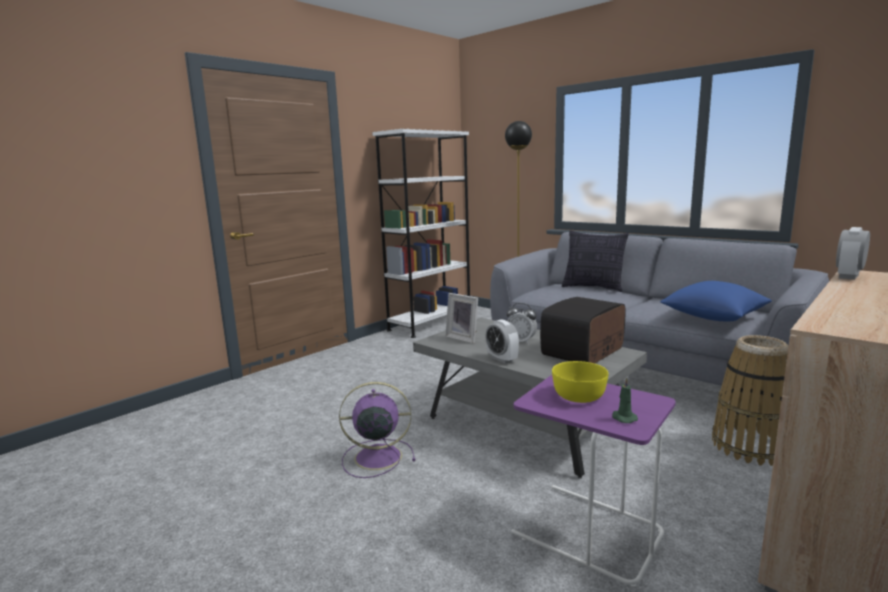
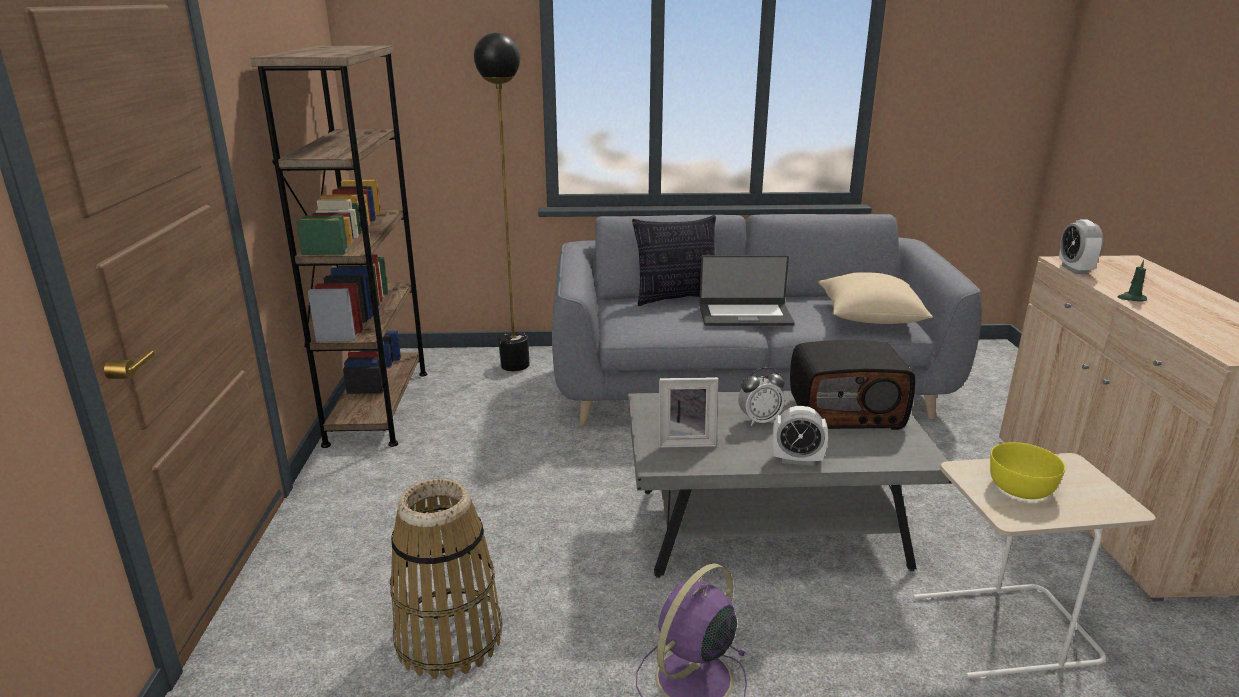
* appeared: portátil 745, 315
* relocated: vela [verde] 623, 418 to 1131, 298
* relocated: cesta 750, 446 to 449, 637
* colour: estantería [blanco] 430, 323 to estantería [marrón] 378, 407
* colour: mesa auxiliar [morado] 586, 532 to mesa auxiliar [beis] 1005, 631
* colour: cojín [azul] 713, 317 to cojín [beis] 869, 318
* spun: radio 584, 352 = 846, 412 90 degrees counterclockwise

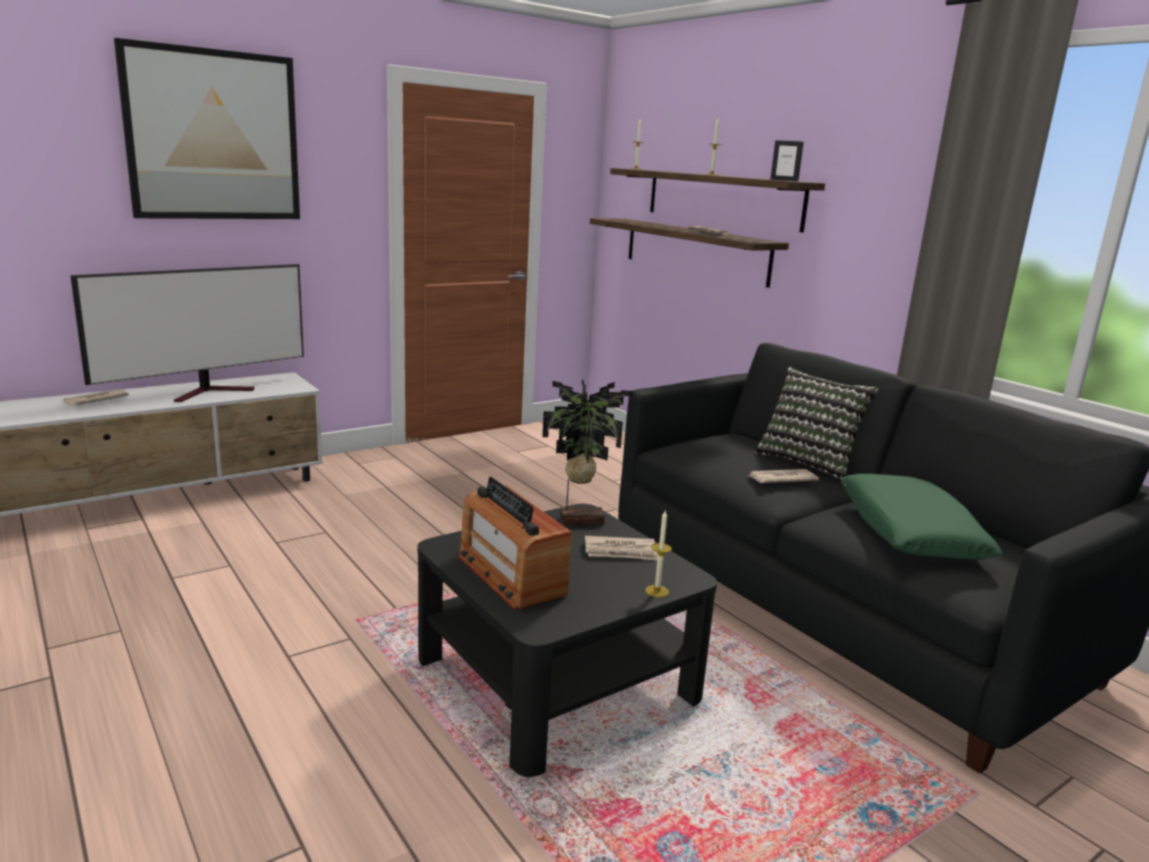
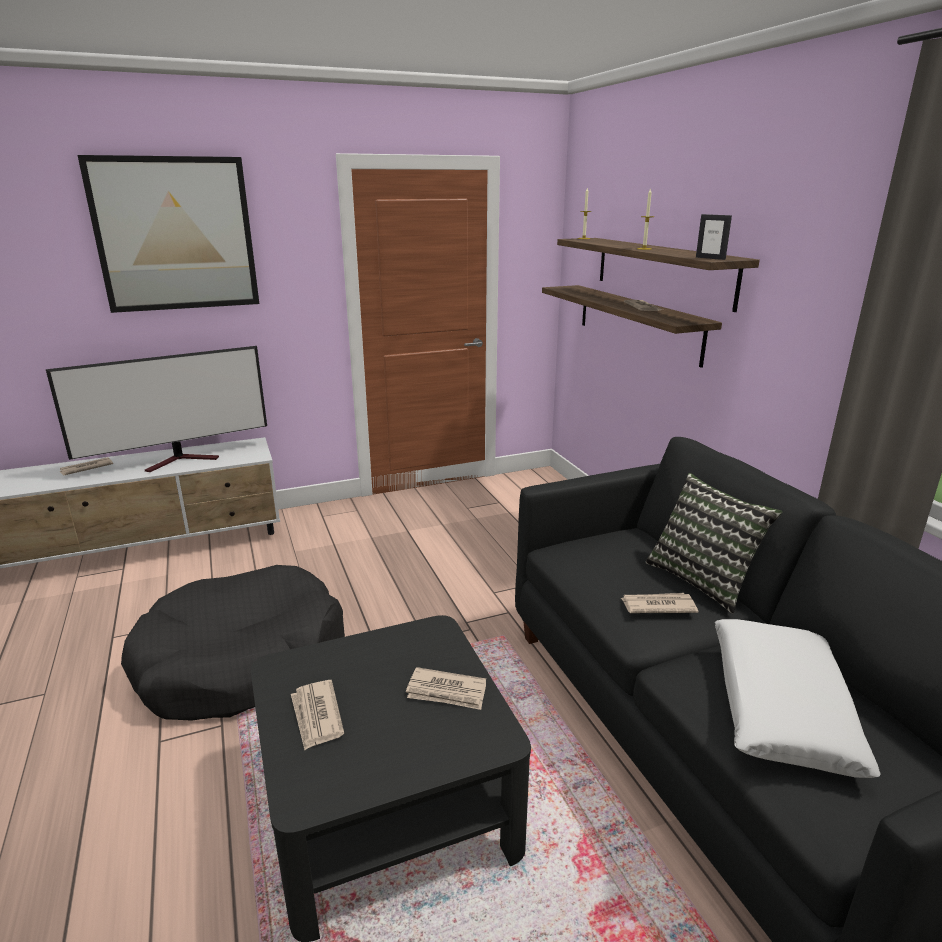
* missing: planta en maceta 580, 519
* missing: vela 657, 591
* appeared: cama para perro [negro] 242, 661
* exchanged: radio 510, 575 to periódico 316, 716
* colour: cojín [verde] 909, 532 to cojín [blanco] 780, 707

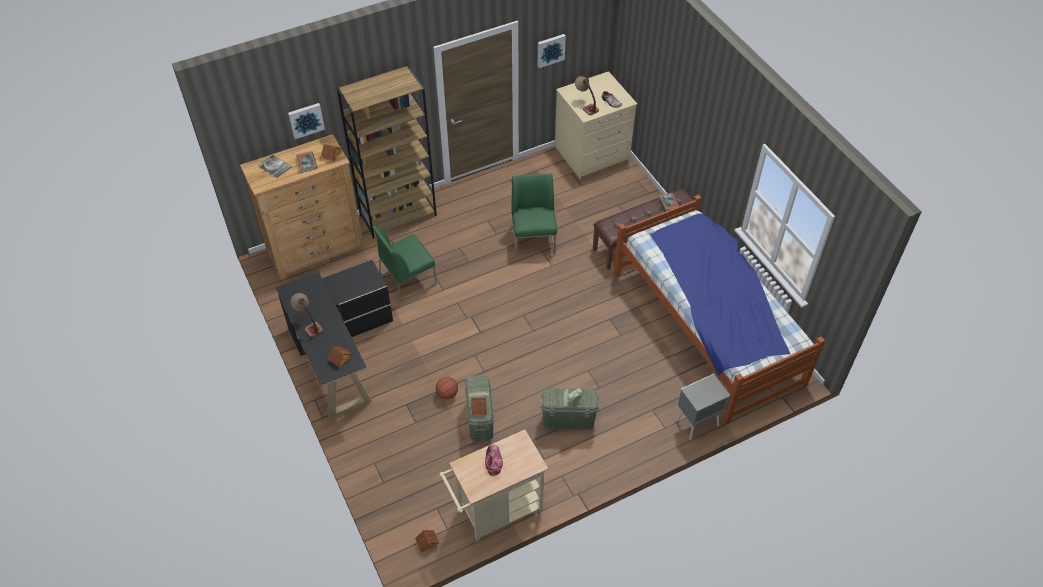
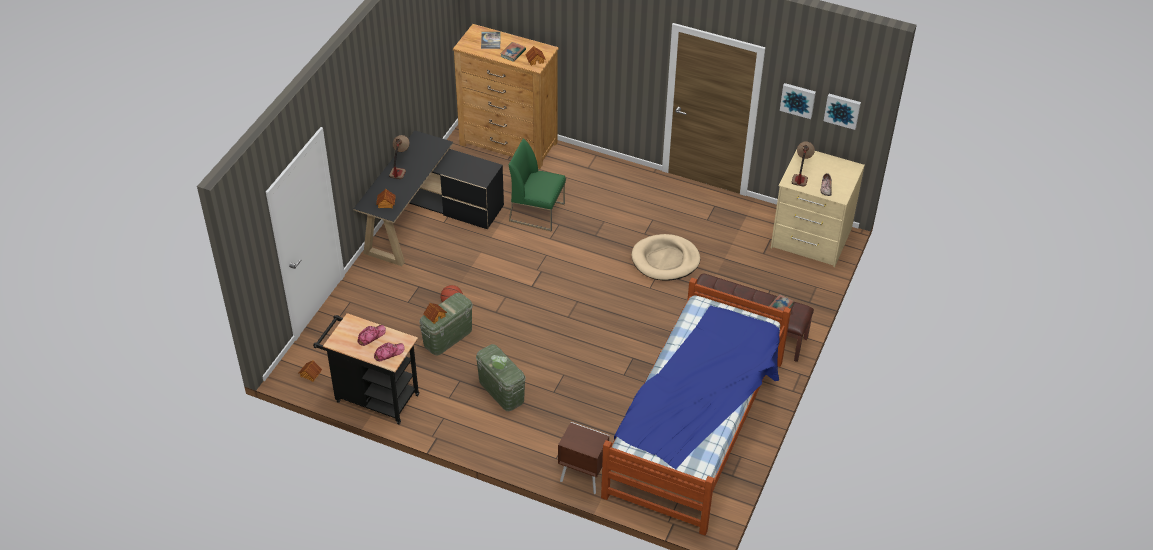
* missing: estantería [marrón] 398, 215
* appeared: gorra 389, 353
* relocated: cuadro 306, 120 to 842, 110
* exchanged: silla [verde] 534, 239 to cama para perro [beis] 665, 260
* colour: carrito [beis] 495, 512 to carrito [negro] 372, 397
* colour: mesita de noche [gris] 696, 423 to mesita de noche [marrón] 582, 477

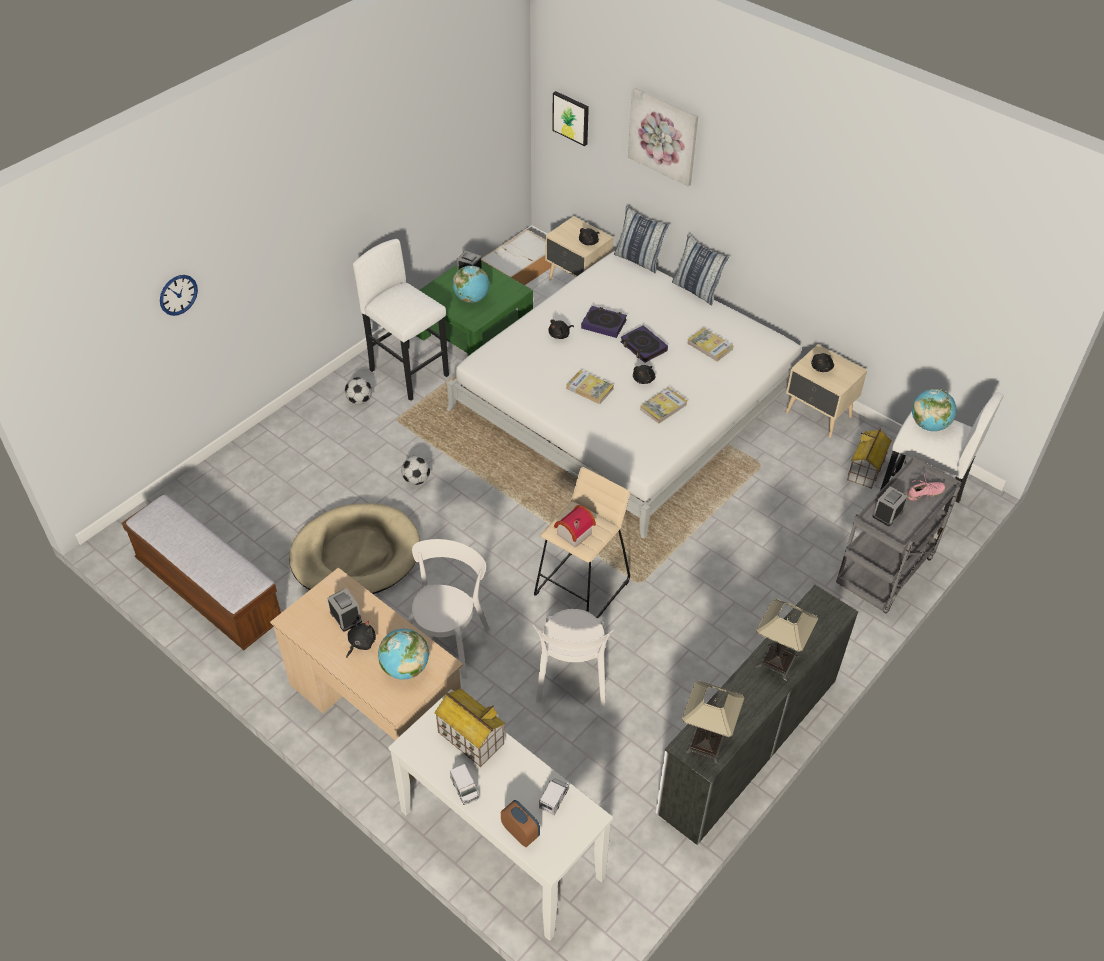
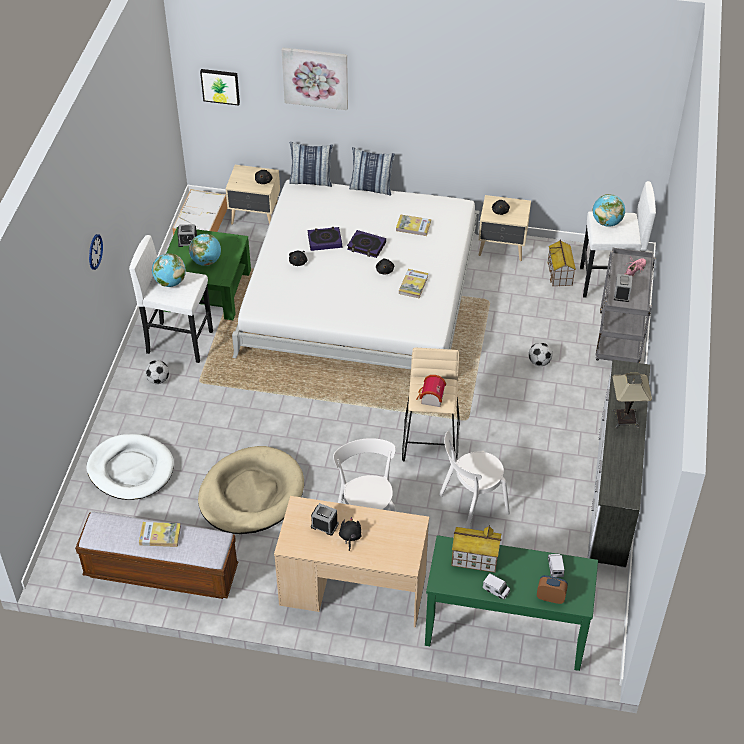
* missing: lámpara de mesa 706, 744
* appeared: cama para perro [blanco] 131, 469
* relocated: reloj de pared 178, 295 to 95, 251
* relocated: globo terráqueo 405, 668 to 170, 282
* relocated: balón de fútbol 416, 479 to 539, 362
* relocated: libro 589, 389 to 160, 535
* colour: mesa consola [blanco] 500, 844 to mesa consola [verde] 505, 631
* spun: silla [blanco] 571, 679 = 471, 505 90 degrees clockwise

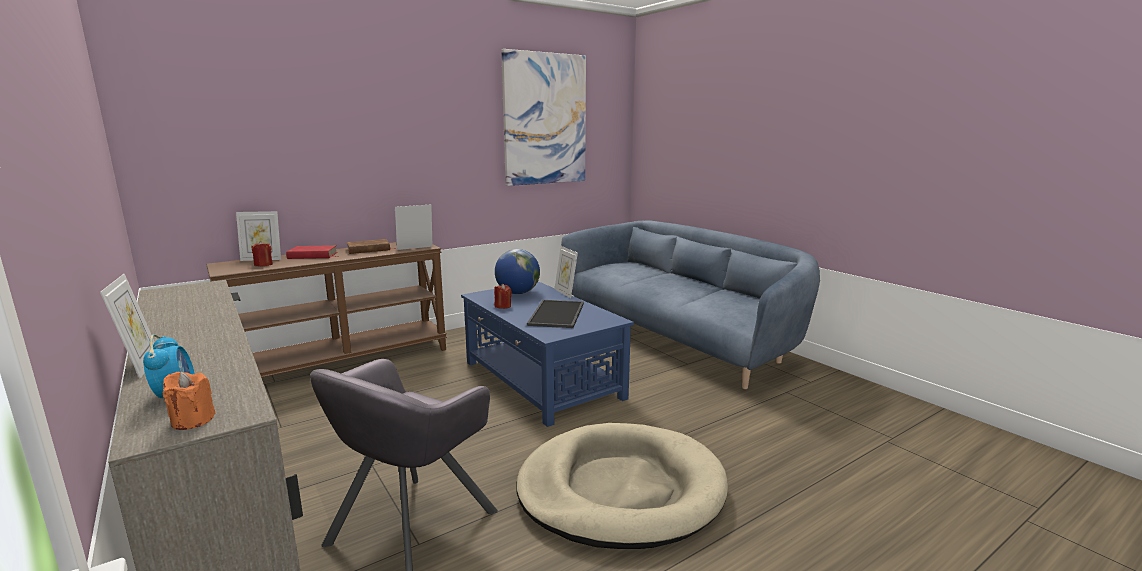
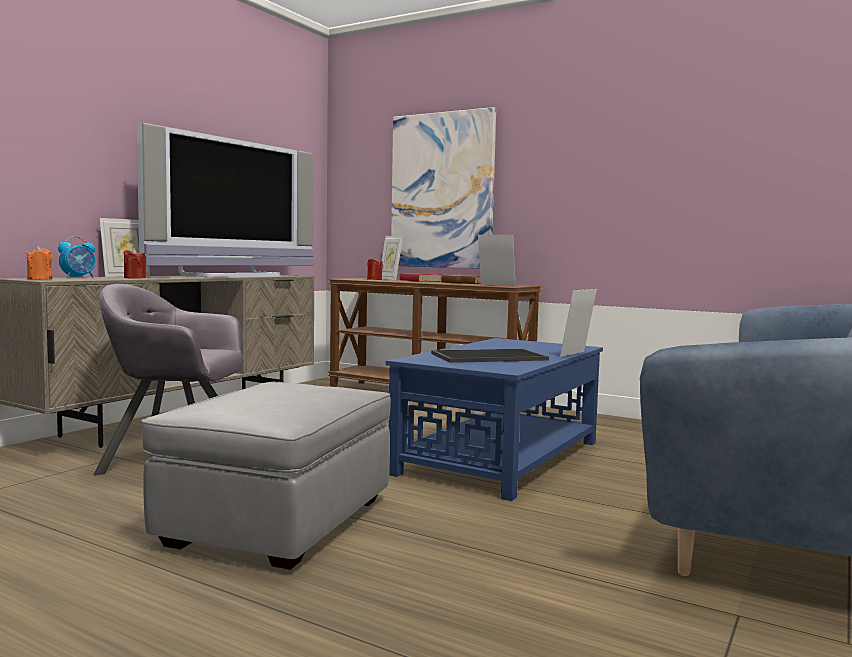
* missing: globo terráqueo 518, 293
* appeared: televisor 235, 276
* relocated: vela [rojo] 503, 306 to 134, 278
* relocated: cuadro 545, 119 to 442, 191
* exchanged: cama para perro [beis] 620, 490 to puf [gris] 278, 521

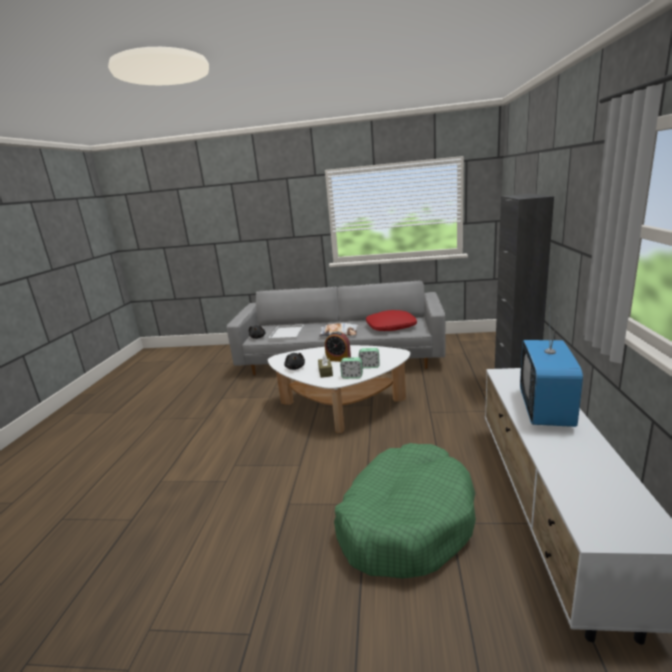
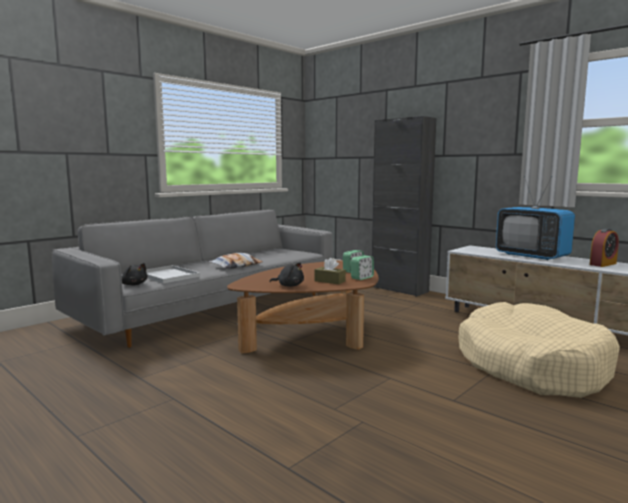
* missing: cojín [rojo] 391, 326
* relocated: despertador 338, 359 to 603, 264
* colour: mesa de centro [blanco] 341, 407 to mesa de centro [marrón] 314, 335
* colour: cama para perro [verde] 405, 521 to cama para perro [beis] 531, 366

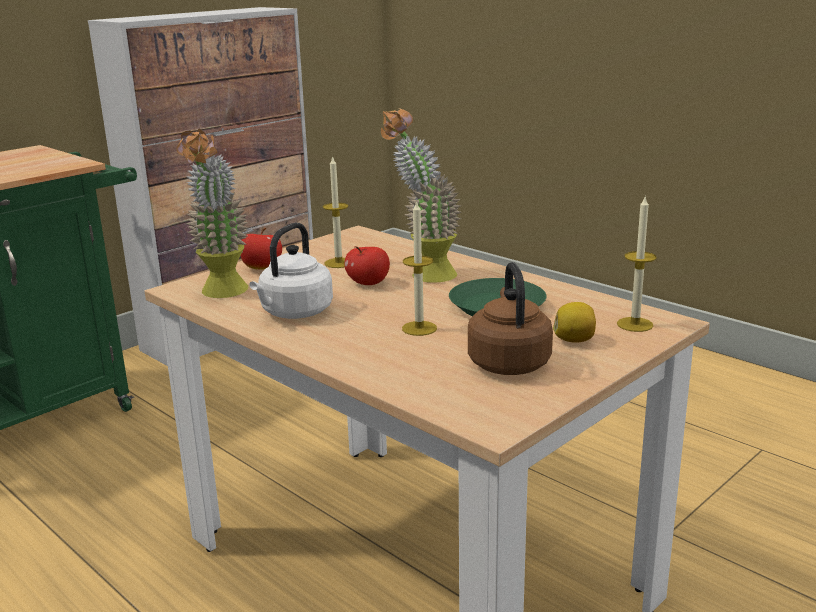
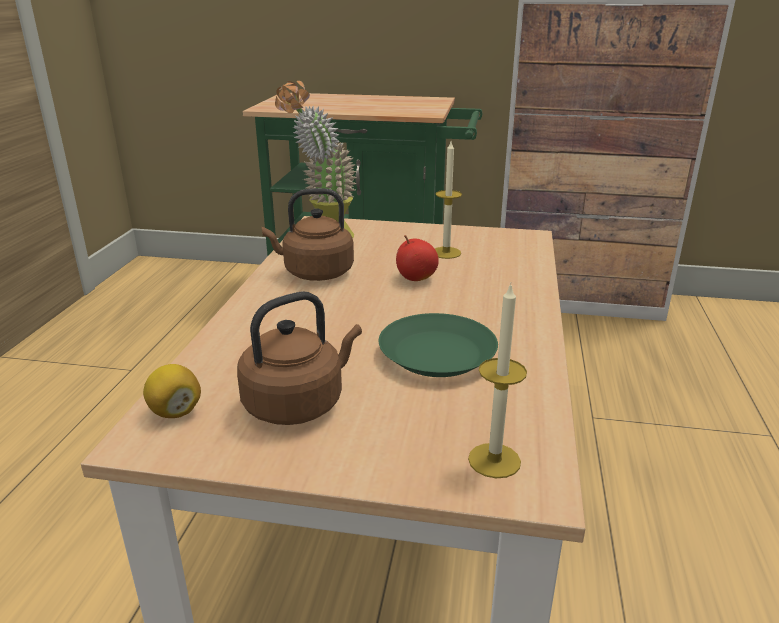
* missing: manzana 262, 268
* missing: planta en maceta 423, 274
* missing: vela 419, 328
* relocated: limón 574, 340 to 175, 411
* colour: hervidor [blanco] 294, 313 to hervidor [marrón] 314, 273

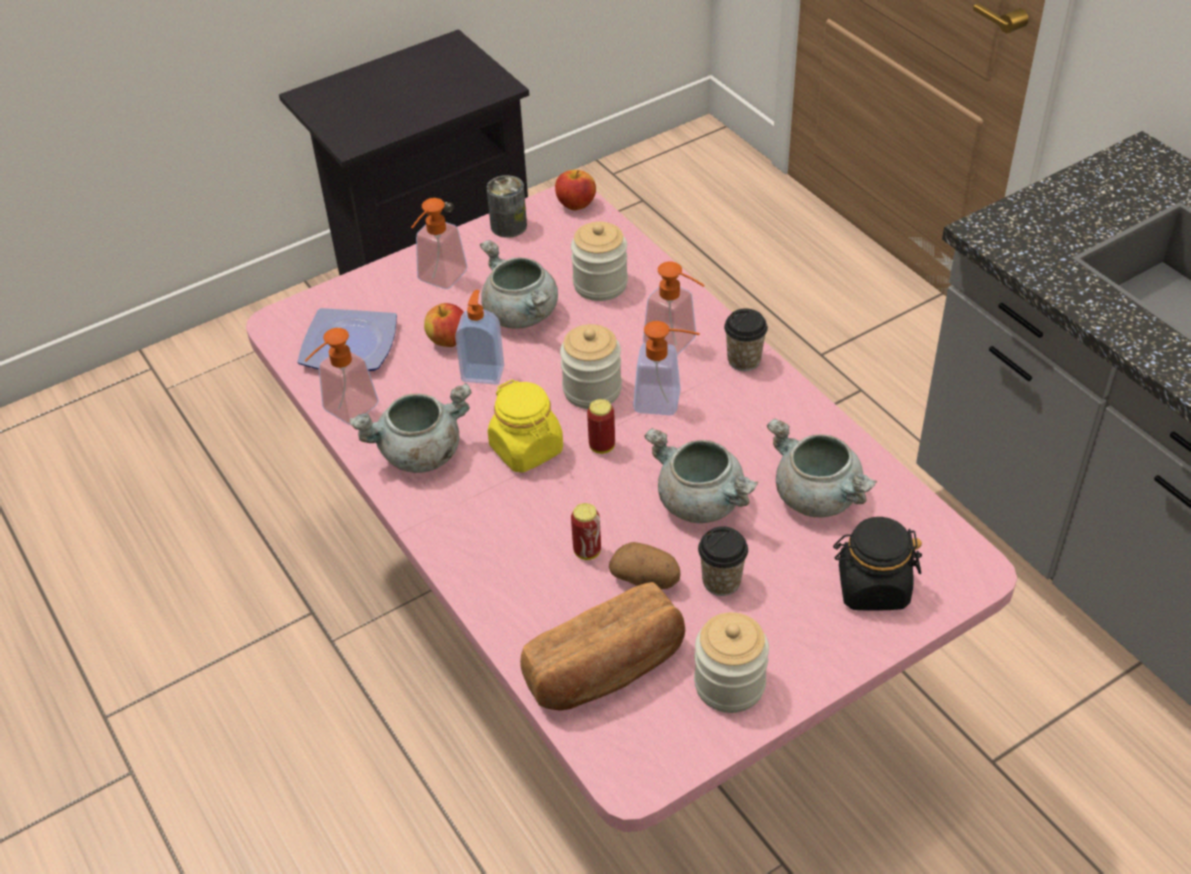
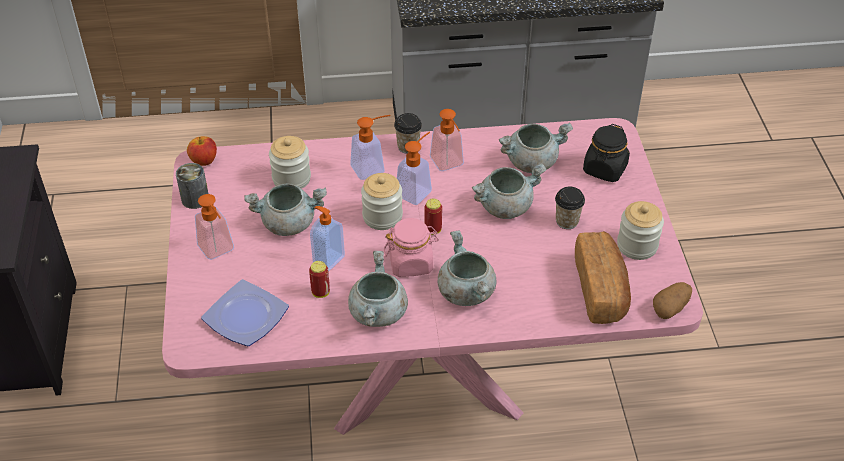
* missing: manzana 448, 341
* appeared: olla [gris] 465, 292
* relocated: dispensador de jabón 344, 412 to 449, 165
* relocated: lata 587, 551 to 320, 292
* relocated: patata 646, 579 to 670, 308
* colour: tarro [amarillo] 527, 449 to tarro [rosa] 411, 263

